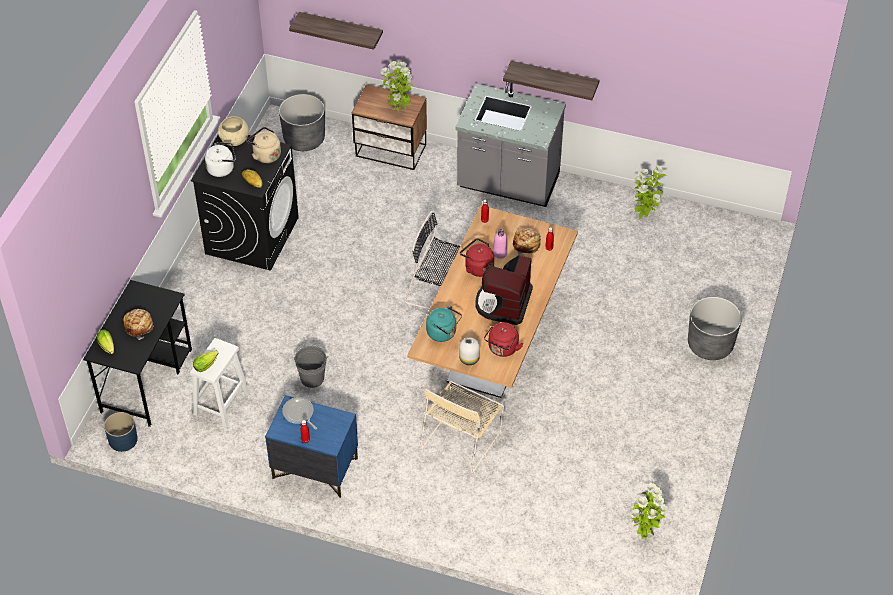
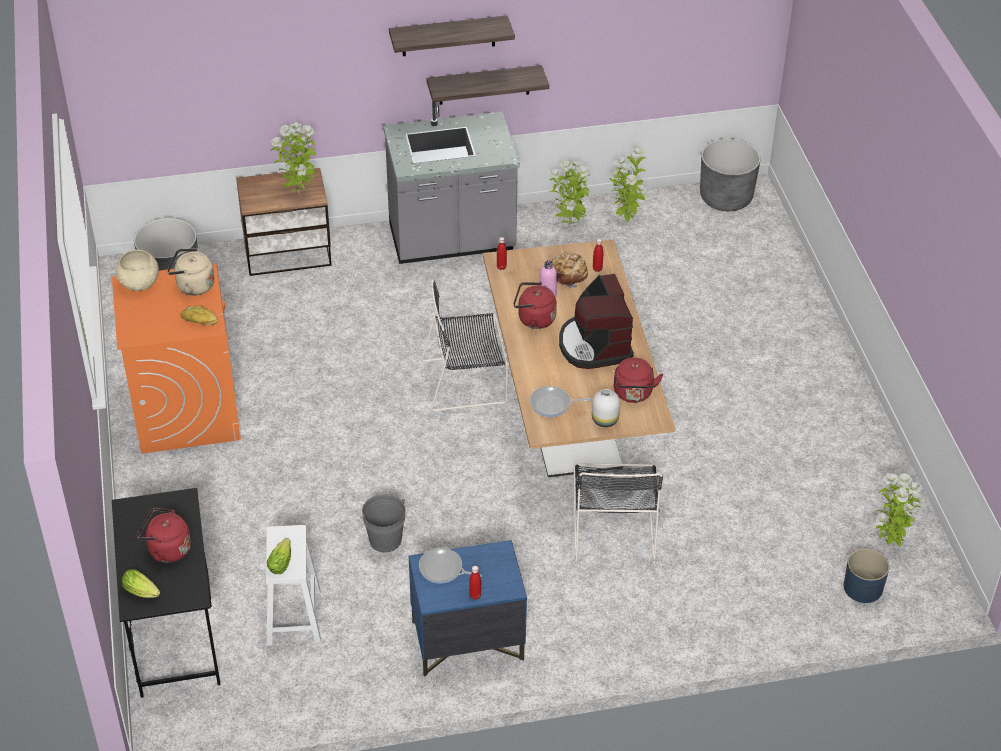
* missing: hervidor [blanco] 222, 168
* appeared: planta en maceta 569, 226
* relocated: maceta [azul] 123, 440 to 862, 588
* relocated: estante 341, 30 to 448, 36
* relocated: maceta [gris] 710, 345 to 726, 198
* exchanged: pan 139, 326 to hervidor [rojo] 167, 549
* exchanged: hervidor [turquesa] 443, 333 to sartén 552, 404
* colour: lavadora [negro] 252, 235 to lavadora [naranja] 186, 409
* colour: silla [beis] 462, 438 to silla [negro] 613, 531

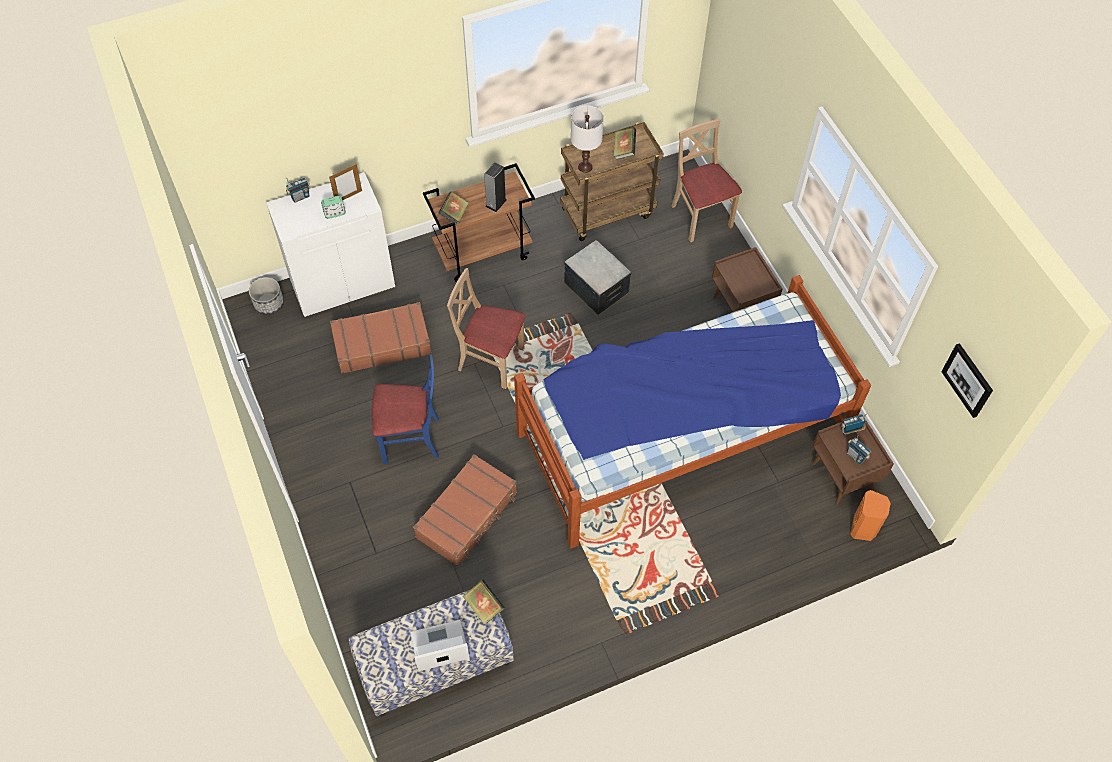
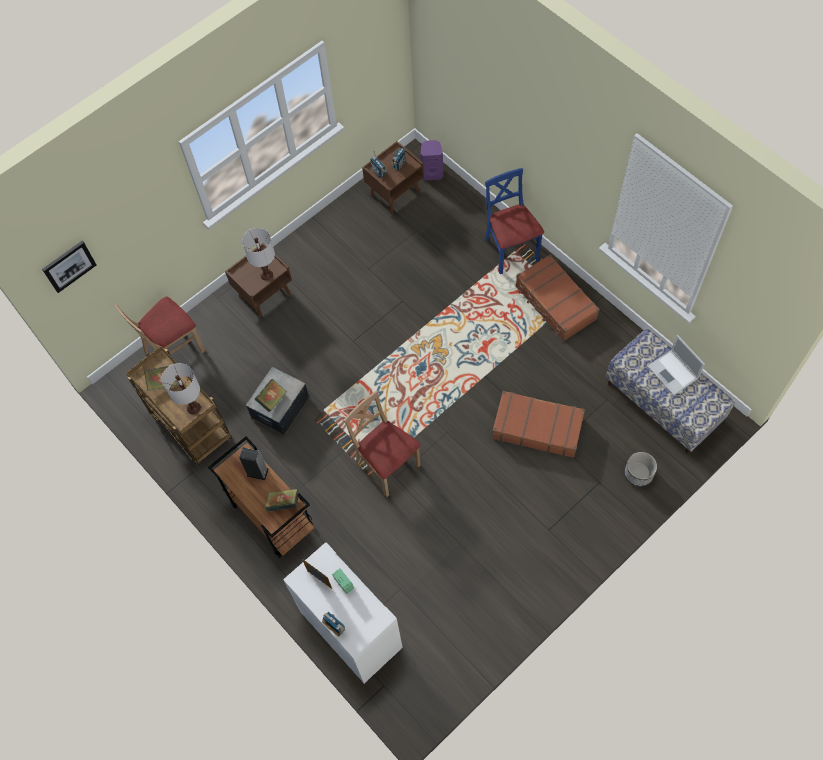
* missing: cama 680, 435
* appeared: lámpara de mesa [blanco] 266, 274
* relocated: maceta 269, 304 to 638, 474
* relocated: maleta [marrón] 382, 343 to 555, 303
* relocated: silla [azul] 410, 439 to 510, 250
* relocated: libro 484, 606 to 272, 399
* relocated: cuadro 968, 380 to 68, 266
* colour: altavoz [naranja] 864, 528 to altavoz [morado] 432, 173
* spun: silla [beis] 491, 360 = 387, 465 135 degrees clockwise

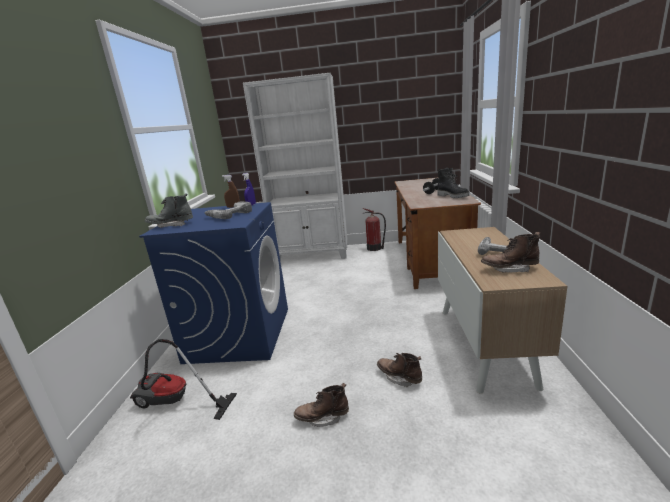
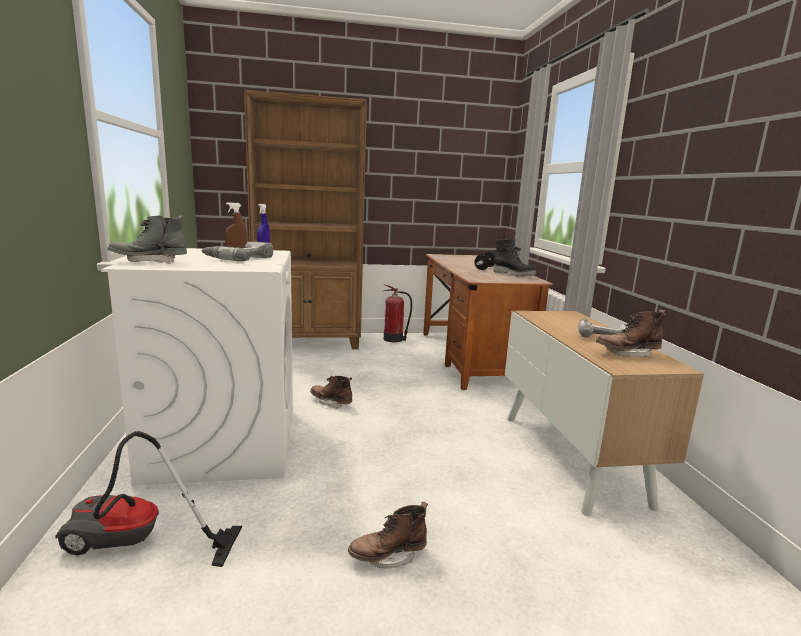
* relocated: bota [marrón] 399, 377 to 331, 402
* colour: lavadora [azul] 239, 334 to lavadora [blanco] 224, 442
* colour: estantería [blanco] 312, 255 to estantería [marrón] 309, 342

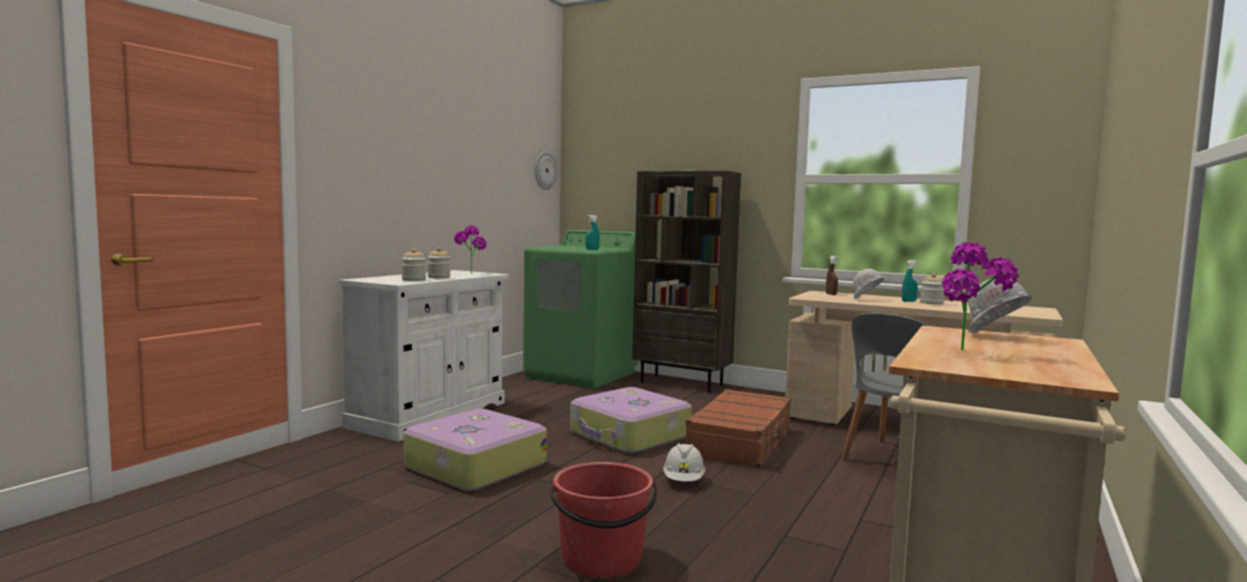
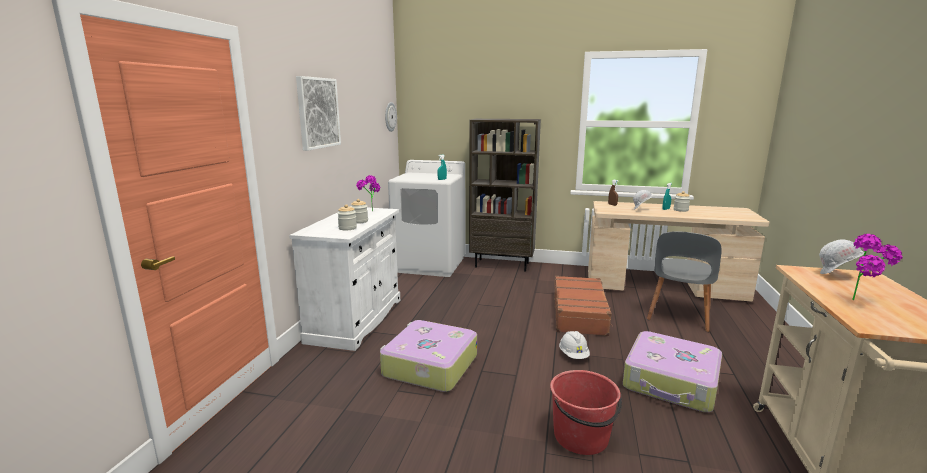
* appeared: cuadro 318, 113
* relocated: maleta 629, 435 to 671, 382
* colour: lavadora [verde] 581, 374 to lavadora [blanco] 430, 264

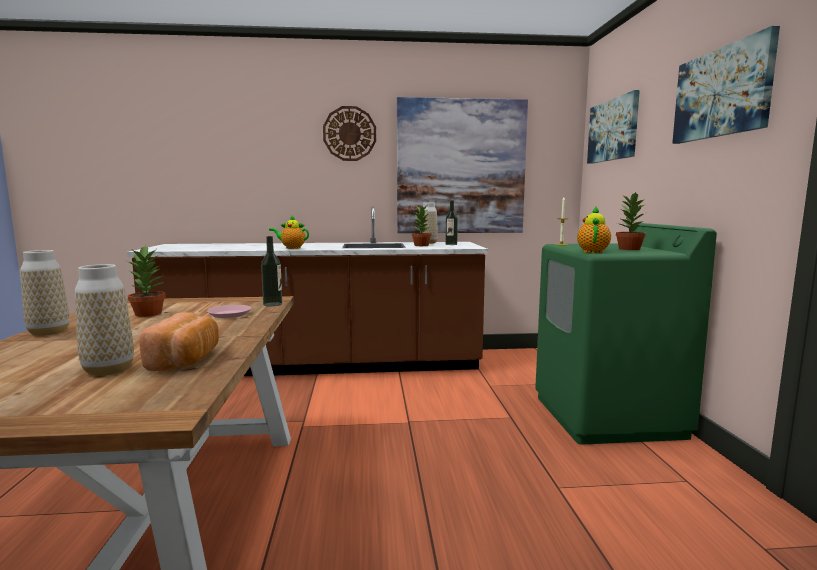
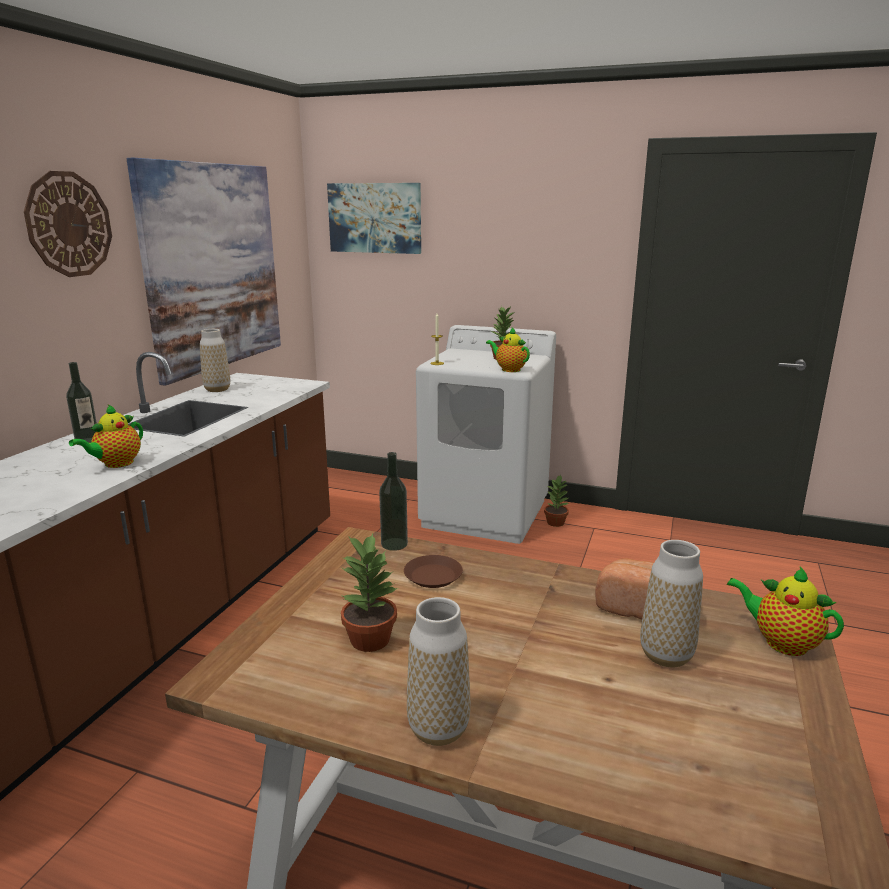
* missing: cuadro 722, 93
* appeared: tetera 781, 642
* relocated: planta en maceta 421, 245 to 556, 522
* relocated: botella 451, 244 to 87, 441
* colour: plato [rosa] 229, 314 to plato [marrón] 433, 576
* colour: lavadora [verde] 608, 416 to lavadora [blanco] 485, 513

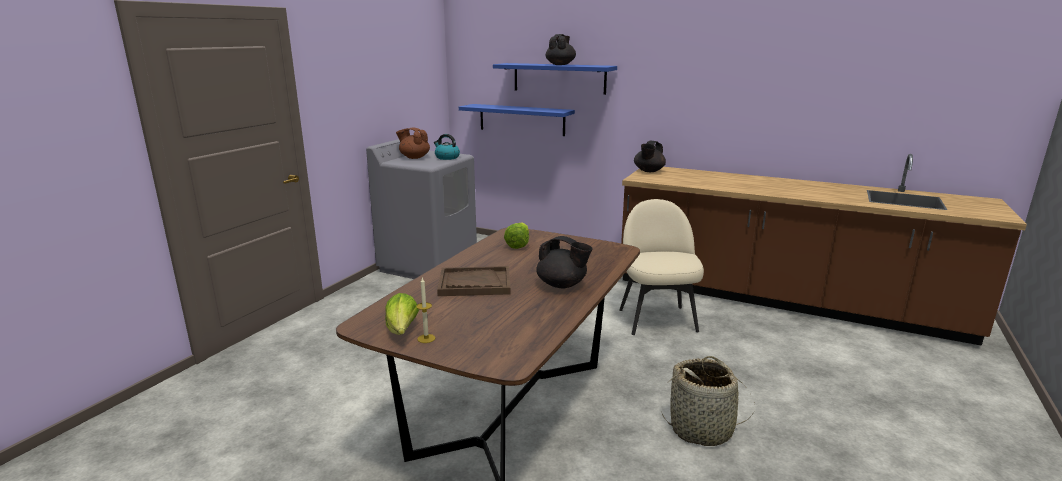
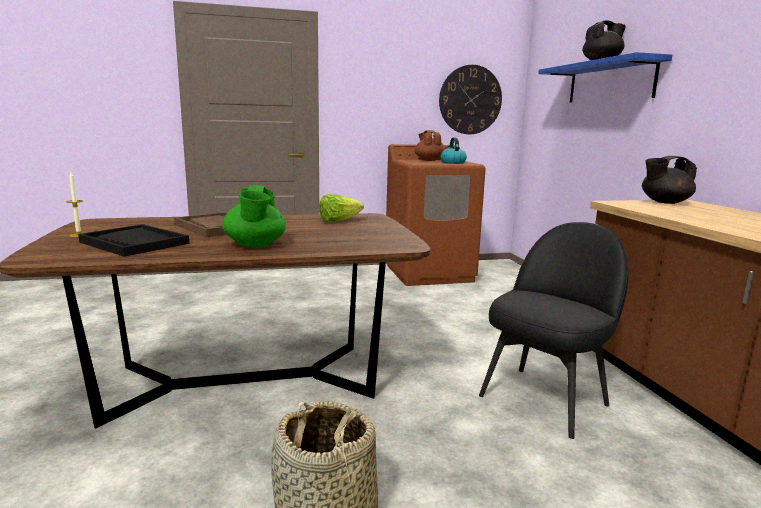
* missing: lechuga 402, 331
* missing: estante [azul] 521, 119
* appeared: bandeja [negro] 135, 243
* appeared: reloj de pared 470, 100
* colour: lavadora [gris] 428, 265 to lavadora [marrón] 429, 273
* colour: tetera [negro] 562, 285 to tetera [verde] 255, 245
* colour: silla [beis] 657, 319 to silla [negro] 545, 399

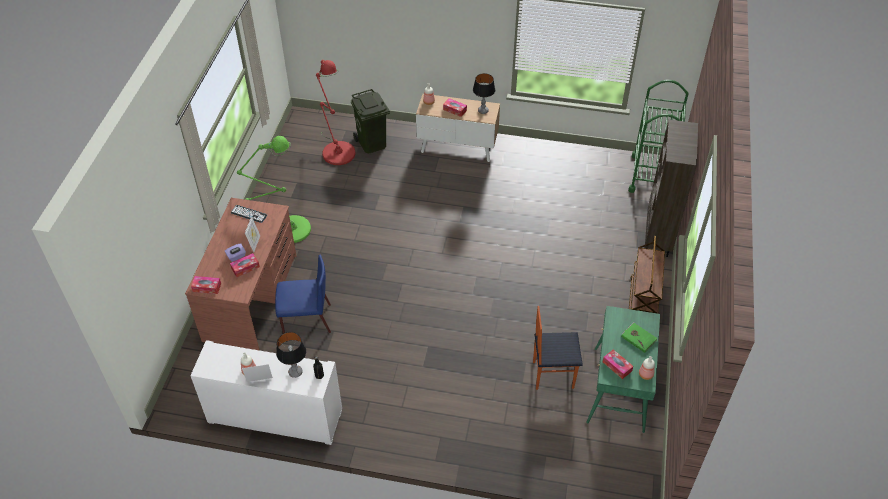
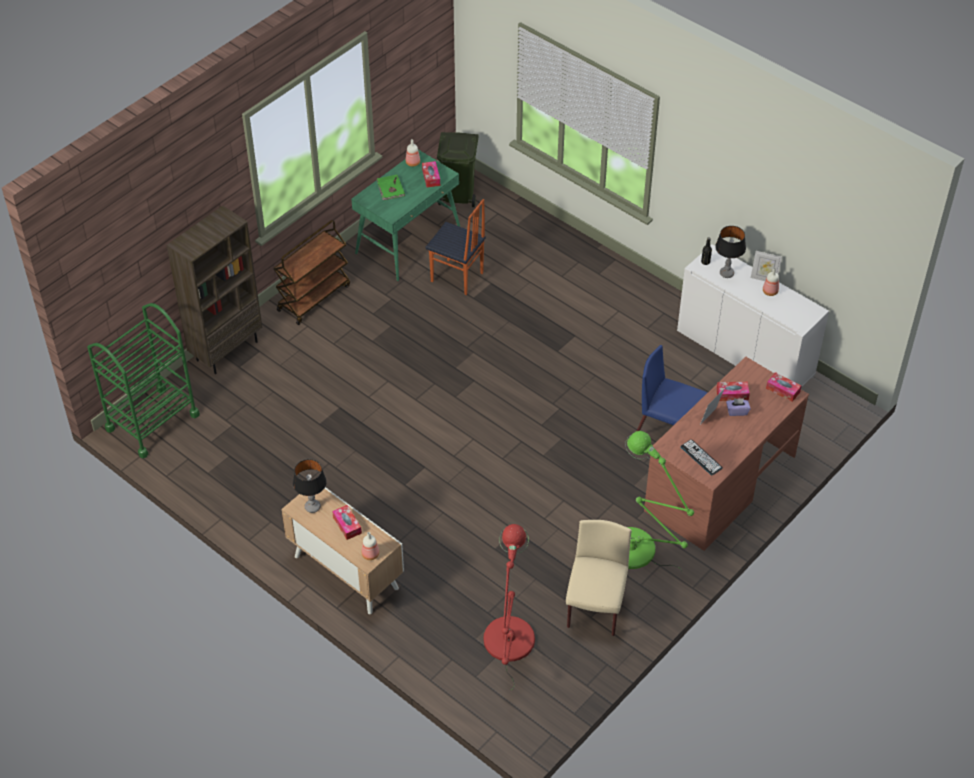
* appeared: silla [beis] 595, 607
* relocated: papelera [verde] 371, 143 to 459, 195

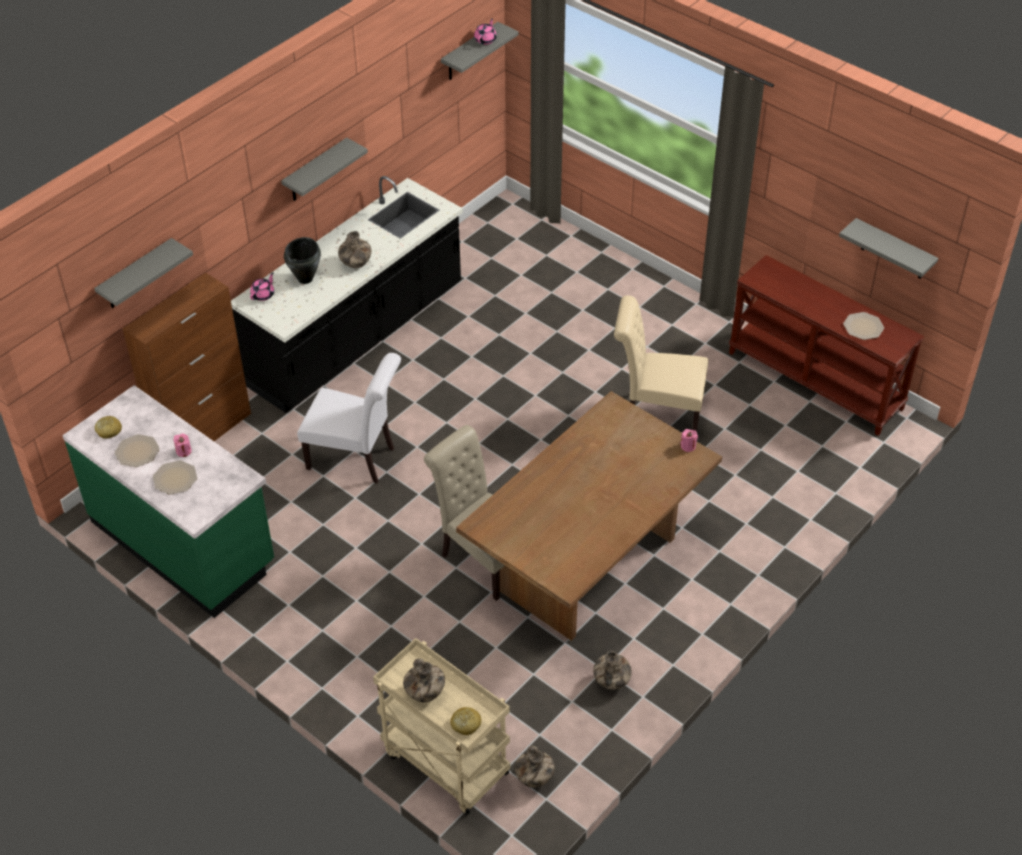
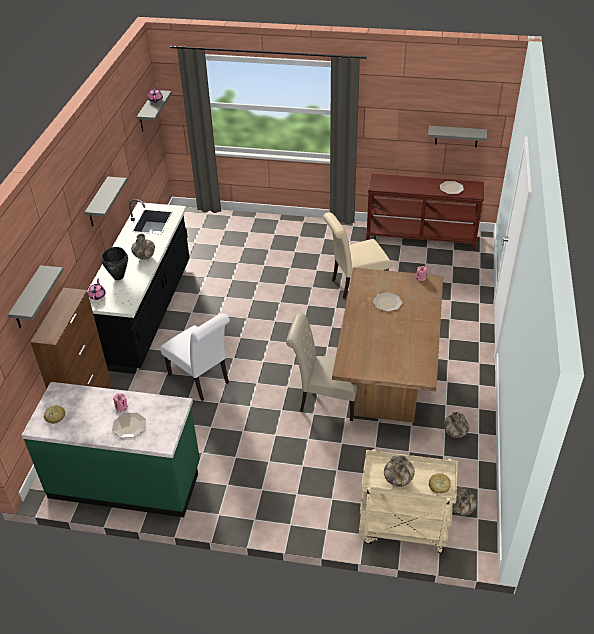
* relocated: plato 137, 451 to 387, 302
* spun: silla [blanco] 356, 459 = 201, 380 60 degrees clockwise

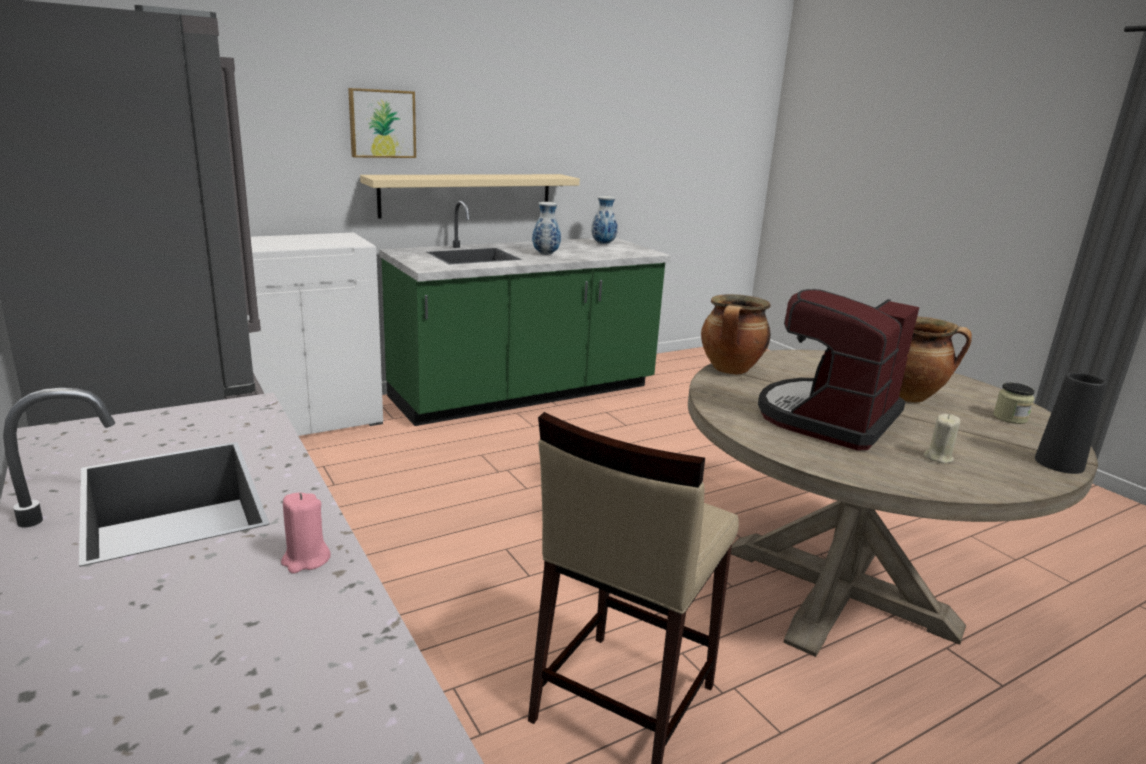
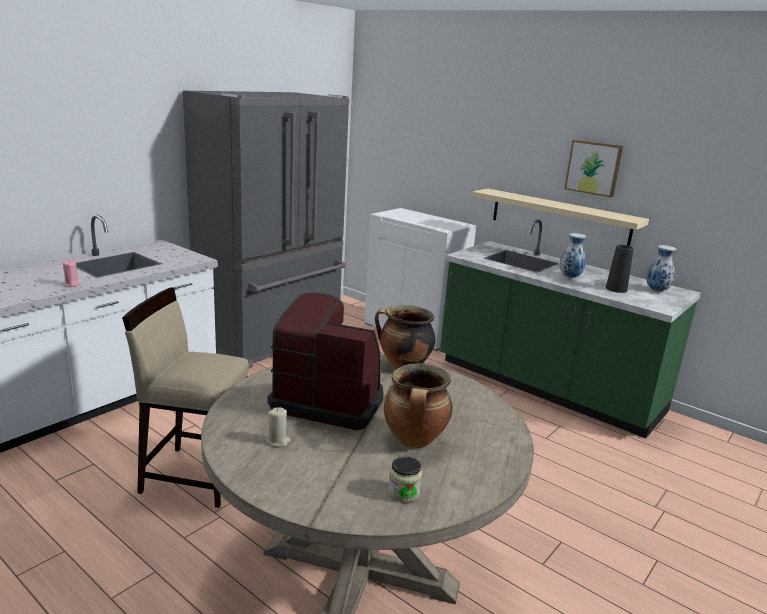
* relocated: cuadro 382, 123 to 594, 168
* relocated: florero [negro] 1059, 463 to 616, 289

